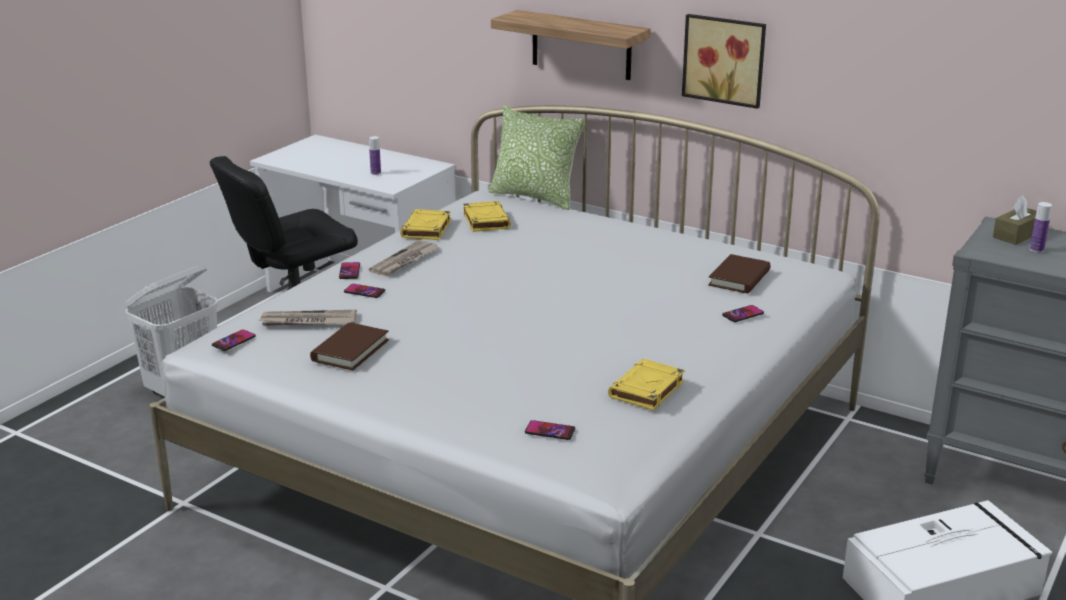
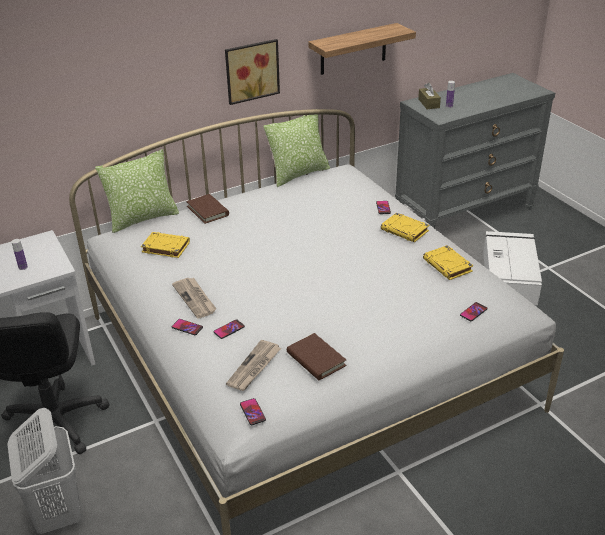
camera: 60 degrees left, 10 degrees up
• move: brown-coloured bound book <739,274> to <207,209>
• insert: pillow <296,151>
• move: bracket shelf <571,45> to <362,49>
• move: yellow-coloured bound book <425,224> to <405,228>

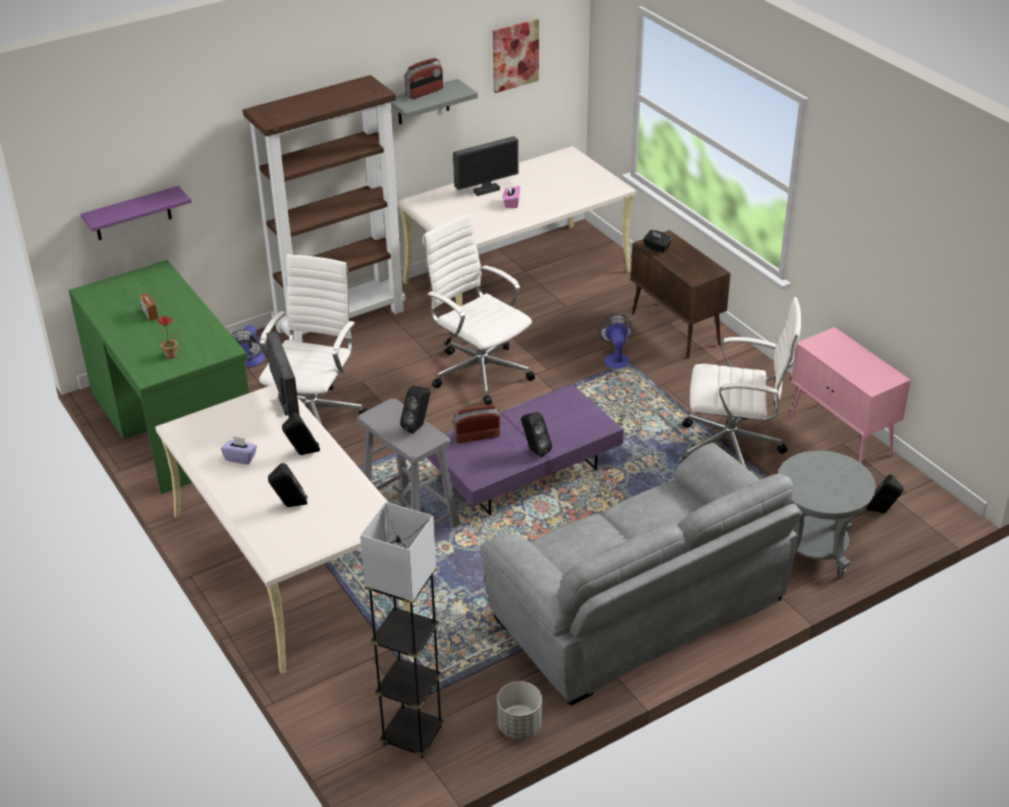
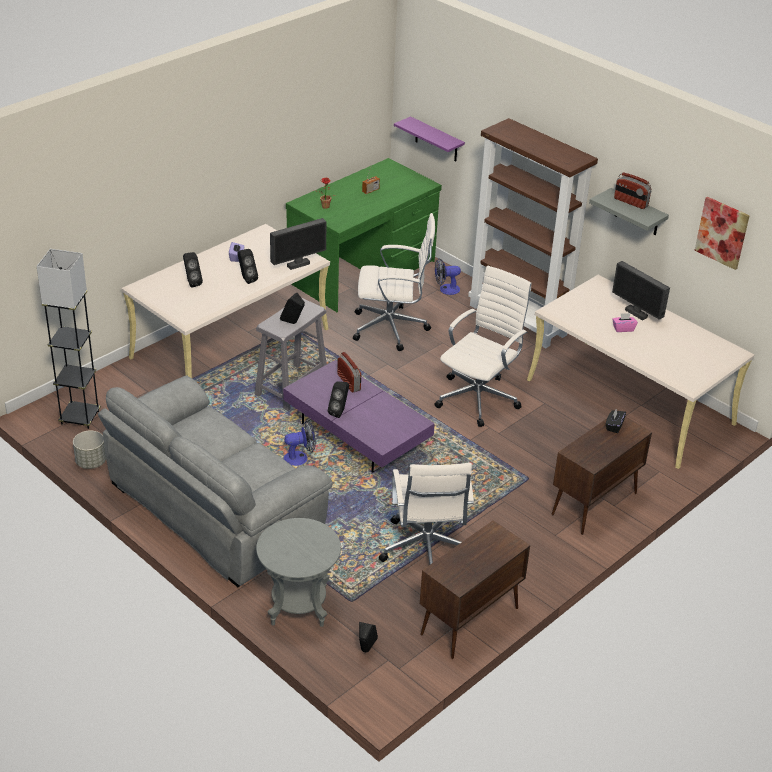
camera: 75 degrees right, 0 degrees up
• move: fan <616,341> to <300,443>
• recolor: pink storage cabinet <850,395> to brown-coloured storage cabinet <475,589>

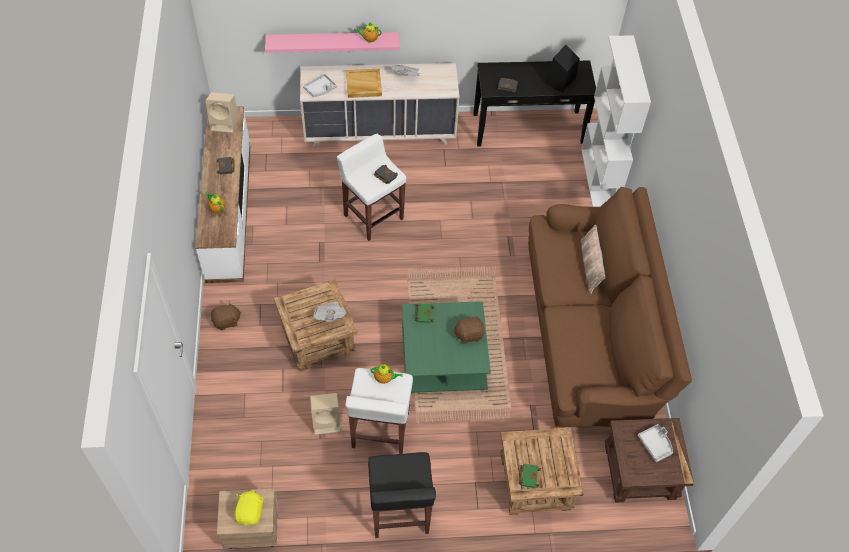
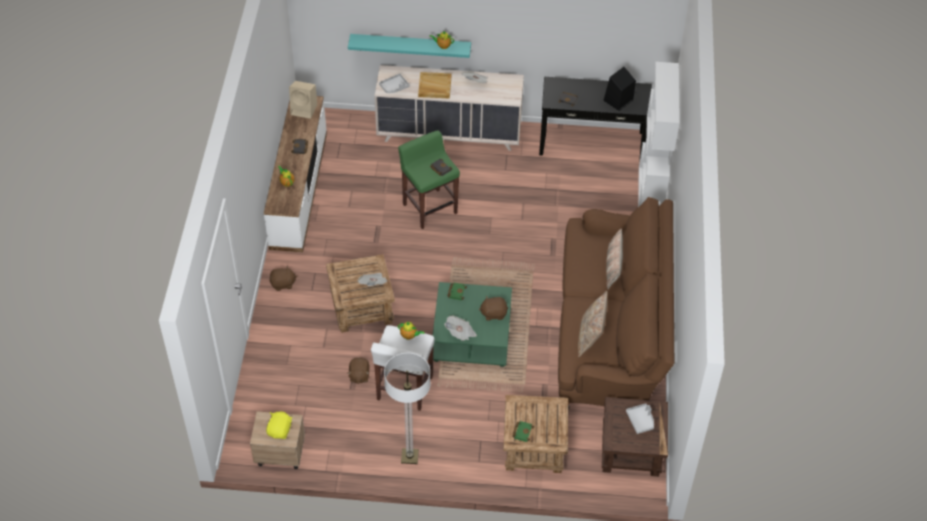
camera: 10 degrees right, 5 degrees down
• recolor: pink bracket shelf <332,42> to blue-green bracket shelf <409,46>
• replace: beige-coloured audio speaker <325,414> to brown-coloured plush toy <359,371>
• replace: blackish stool seat <402,495> to standard lamp <407,408>
• recolor: whitish stool seat <371,187> to green-coloured stool seat <429,179>
• insert: printed paper <460,328>
• insert: beige-coloured pillow <592,324>

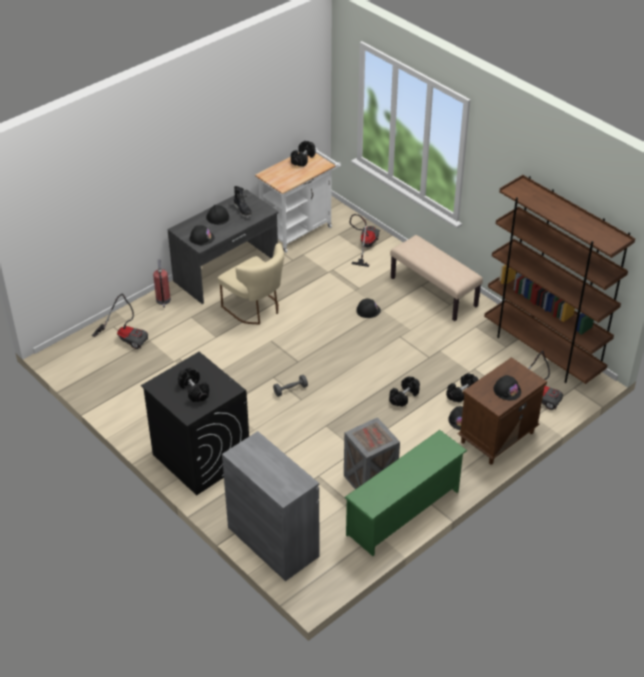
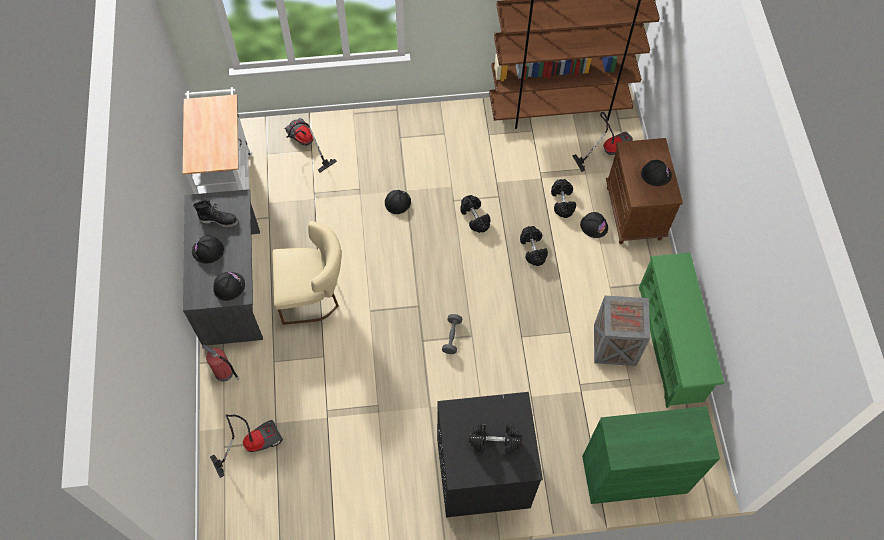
camera: 55 degrees left, 20 degrees up
• move: blackish free weight <303,154> to <475,214>
• recolor: greyish storage cabinet <270,506> to green-coloured storage cabinet <651,455>
• delete: beige-coloured bench <436,278>

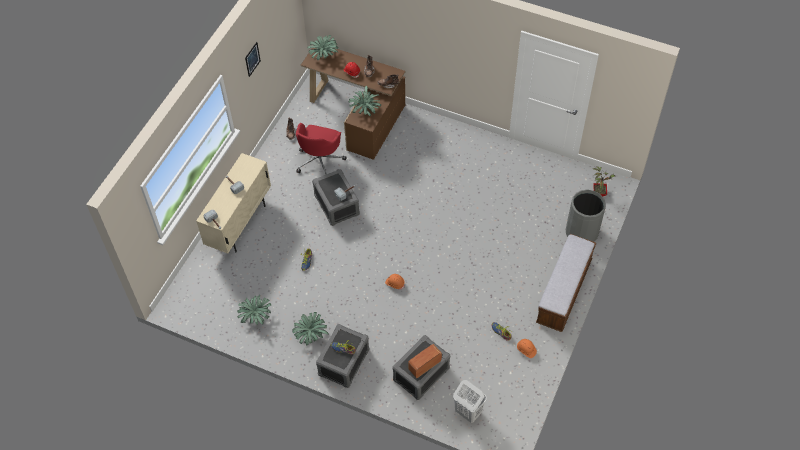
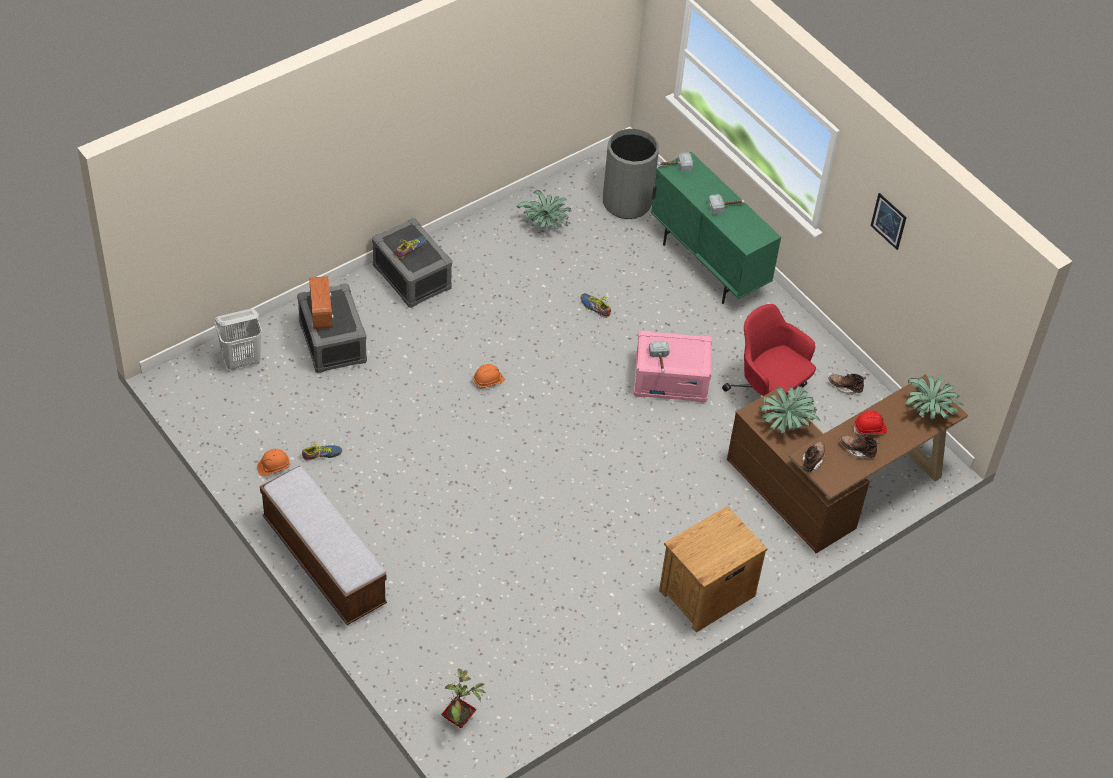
camera: 115 degrees right, 5 degrees down
• move: greyish waste bin <586,216> to <631,174>
• recolor: greyish storage box <336,197> to pink storage box <672,366>
• recolor: beige-coloured storage cabinet <233,203> to green-coloured storage cabinet <716,228>
• insert: brown-coloured night table <713,569>
• delete: plant in a pot <310,329>

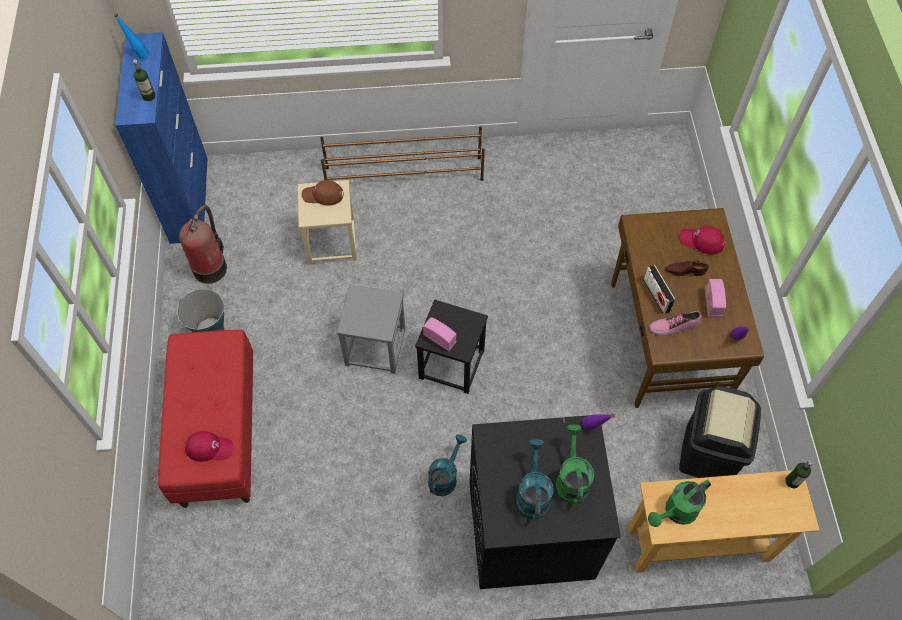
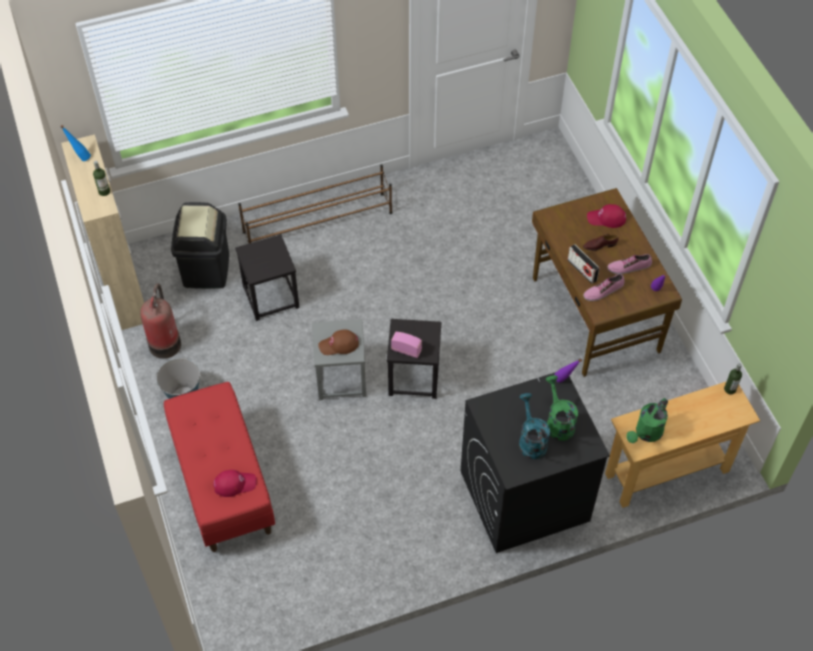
camera: 15 degrees left, 5 degrees down
• recolor: blue storage cabinet <161,138> to beige-coloured storage cabinet <102,232>
• move: blackish waste bin <720,432> to <200,245>
• recolor: beige-coloured stool seat <327,222> to blackish stool seat <267,277>
• move: brown-coloured cap <323,193> to <338,342>
• replace: radio receiver <715,298> to low shoe <629,264>
• delete: blue-green watering can <447,465>

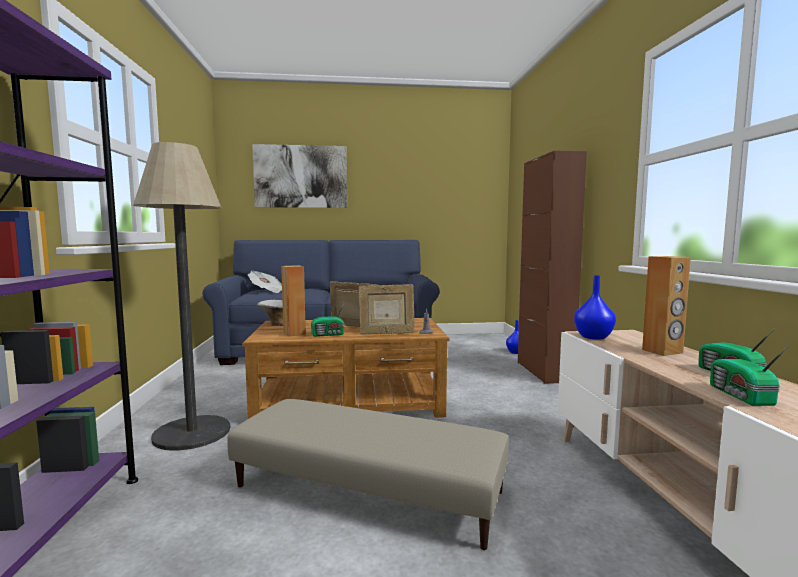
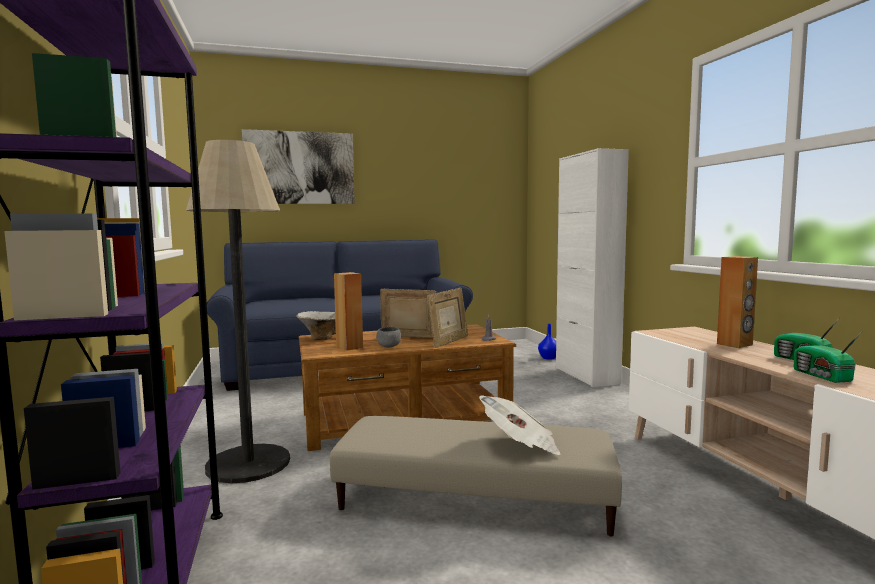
camera: 10 degrees left, 0 degrees up
• replace: radio receiver <328,320> to greyish serving bowl <388,337>
• rotate: photo frame <387,309> = <447,318> 45 degrees counterclockwise
• move: printed paper <265,282> to <520,425>
• recolor: brown-coloured storage cabinet <552,267> to whitish storage cabinet <592,267>
• delete: blue vase <595,307>

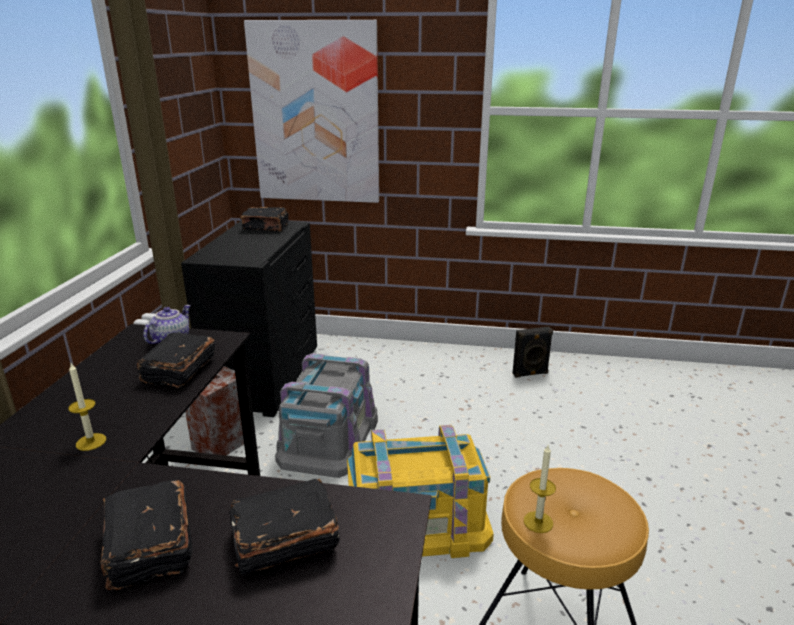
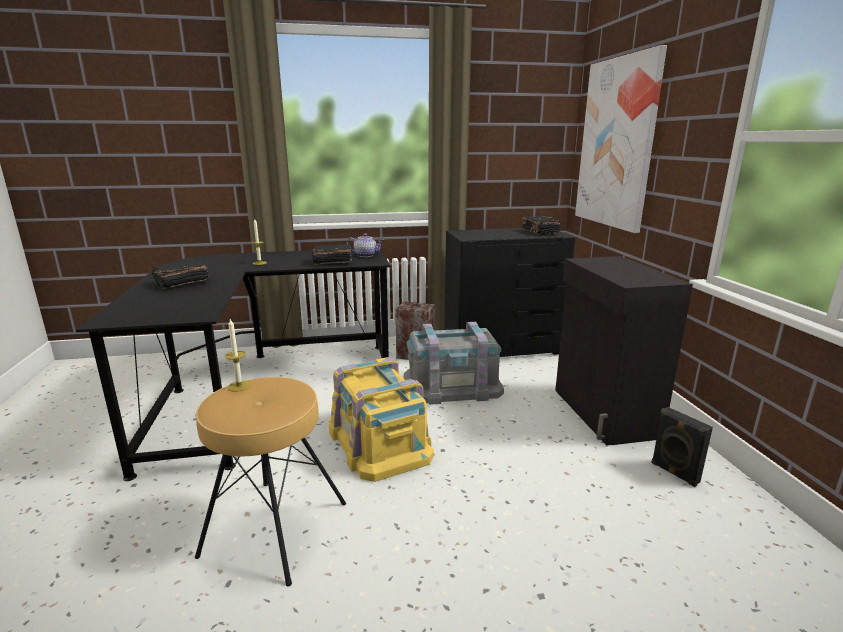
camera: 70 degrees right, 5 degrees down
• insert: blackish storage cabinet <624,351>
• delete: blackish bound book <284,527>

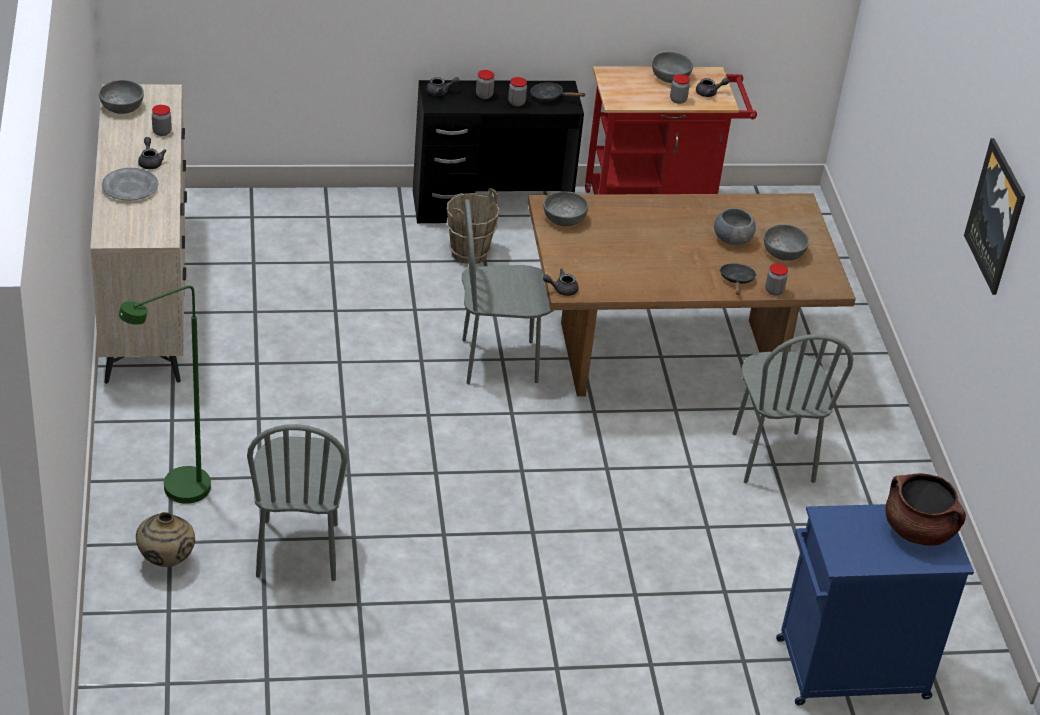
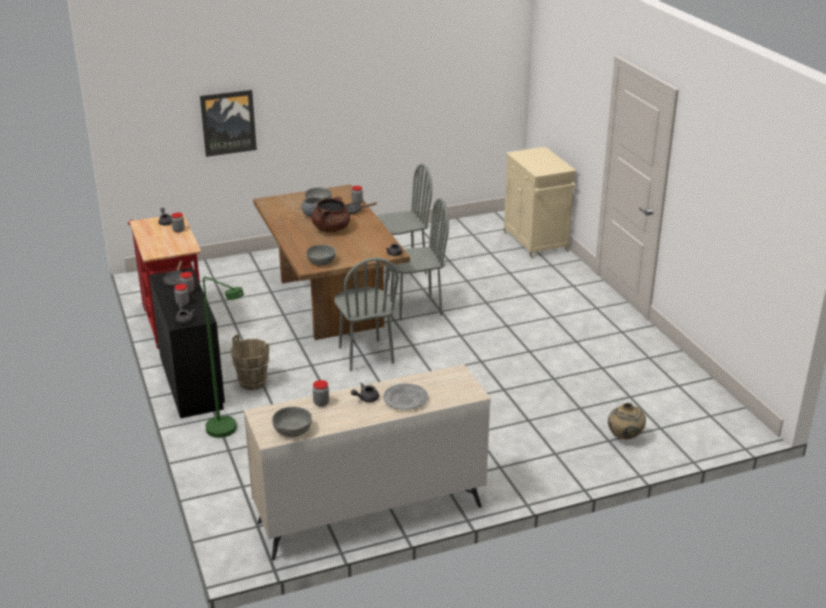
camera: 100 degrees left, 10 degrees down
• move: wall picture <994,216> to <228,123>
• move: green-coloured standard lamp <165,395> to <223,357>
• move: brown-coloured cooking pot <925,509> to <331,215>
• move: greyish plain chair <297,502> to <419,259>
• recolor: blue storage cabinet <875,604> to beige-coloured storage cabinet <540,202>
• delete: greyish serving bowl <672,67>

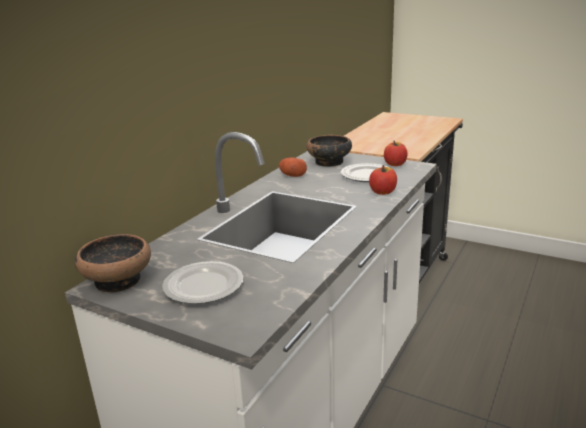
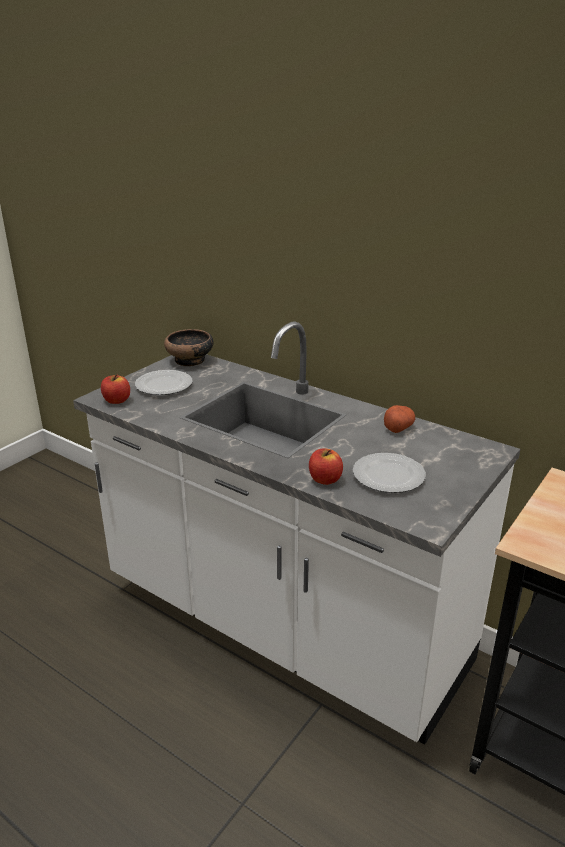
camera: 95 degrees right, 5 degrees up
• move: whole apple <396,153> to <115,389>
• delete: serving bowl <329,151>

